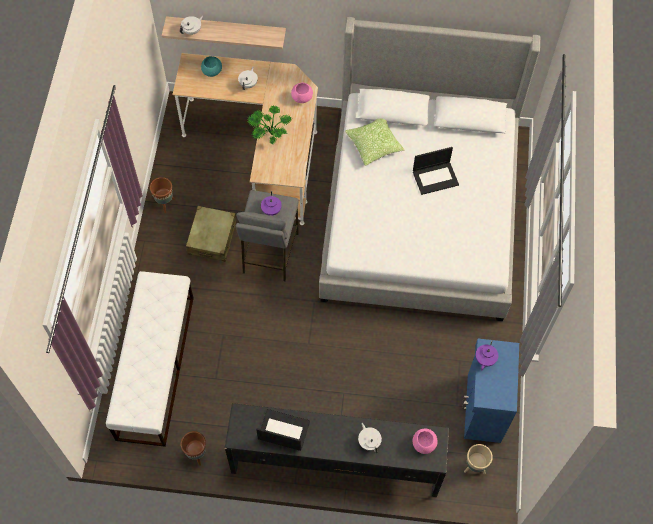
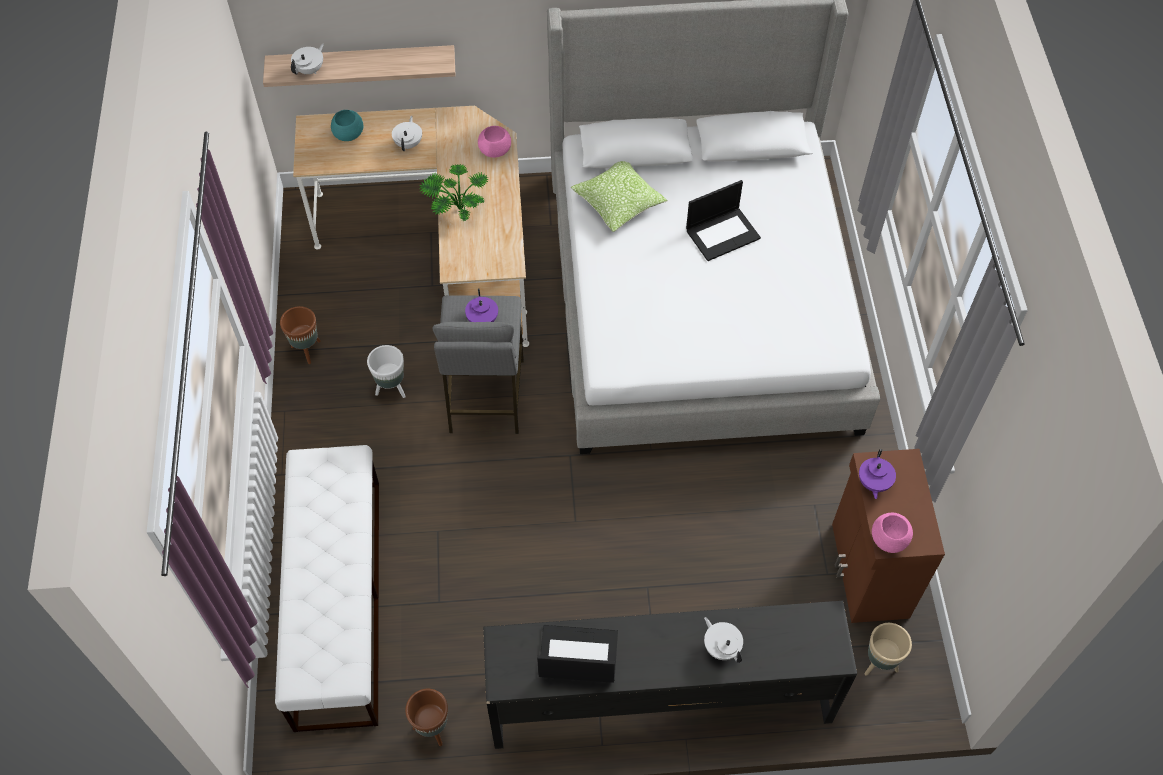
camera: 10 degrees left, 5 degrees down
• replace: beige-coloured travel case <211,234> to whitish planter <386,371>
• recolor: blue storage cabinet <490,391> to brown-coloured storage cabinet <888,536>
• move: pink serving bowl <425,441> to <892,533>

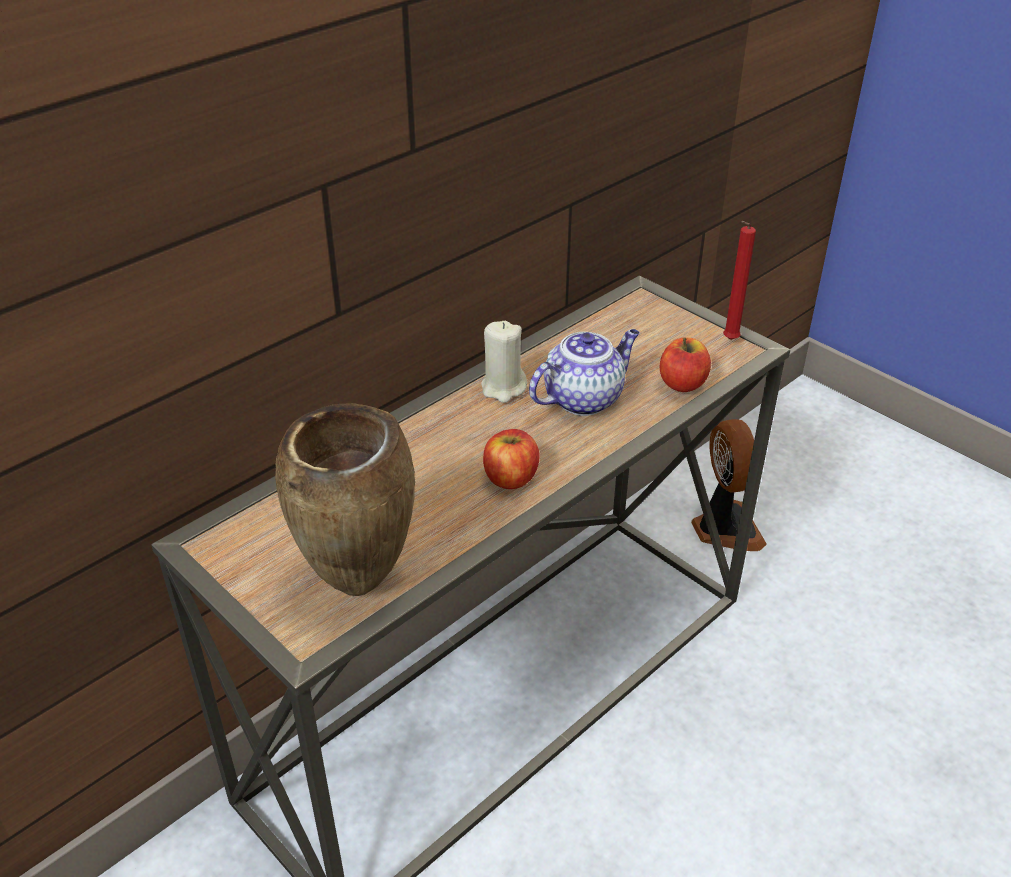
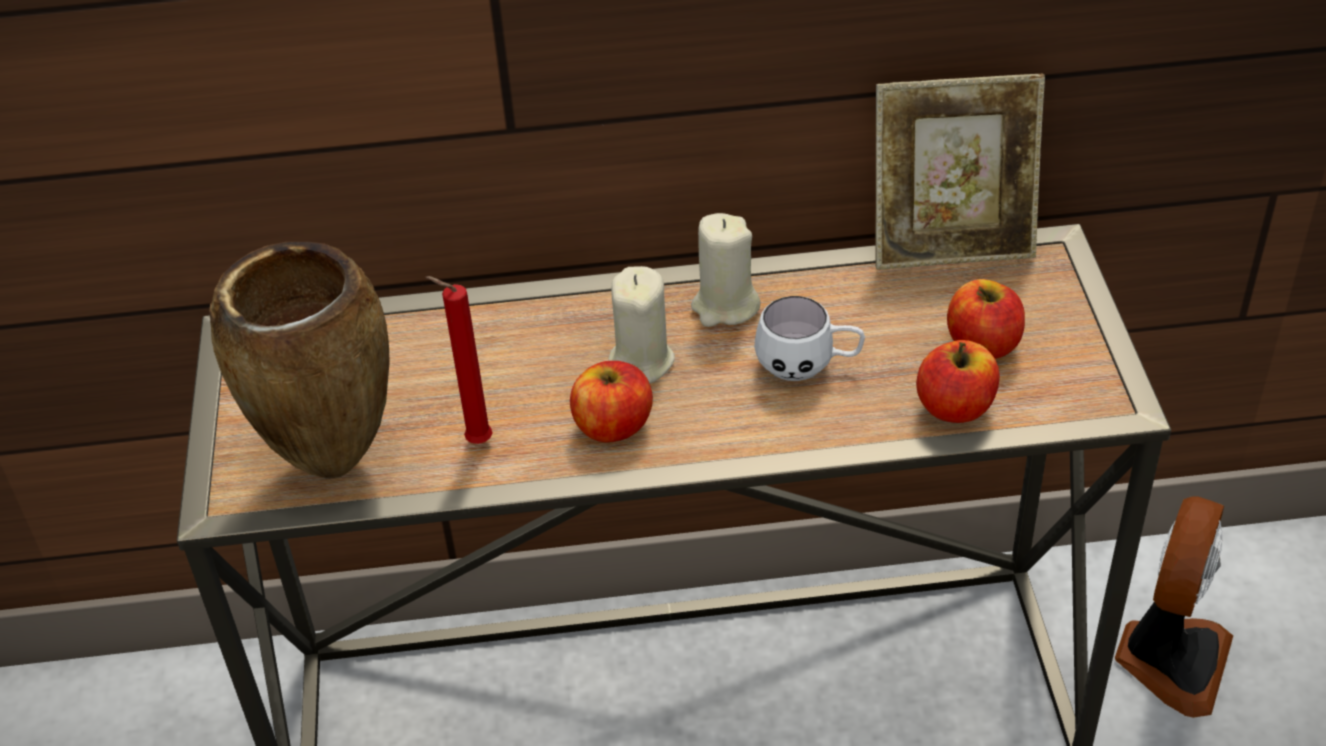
camera: 40 degrees right, 5 degrees up
• move: reddish wax candle <739,280> to <459,360>
• insert: beige-coloured wax candle <641,324>
• replace: teapot <584,372> to whitish mug <809,338>
• insert: photo frame <960,172>
• insert: whole apple <986,319>

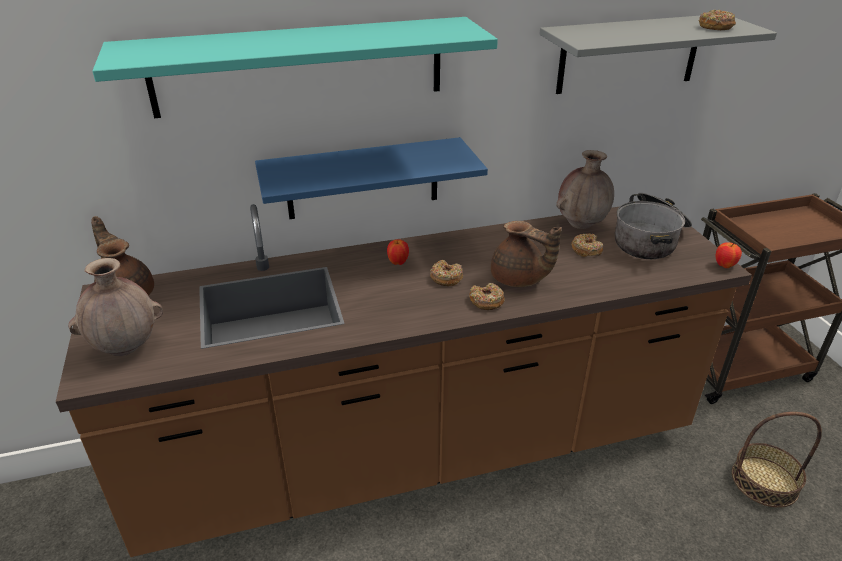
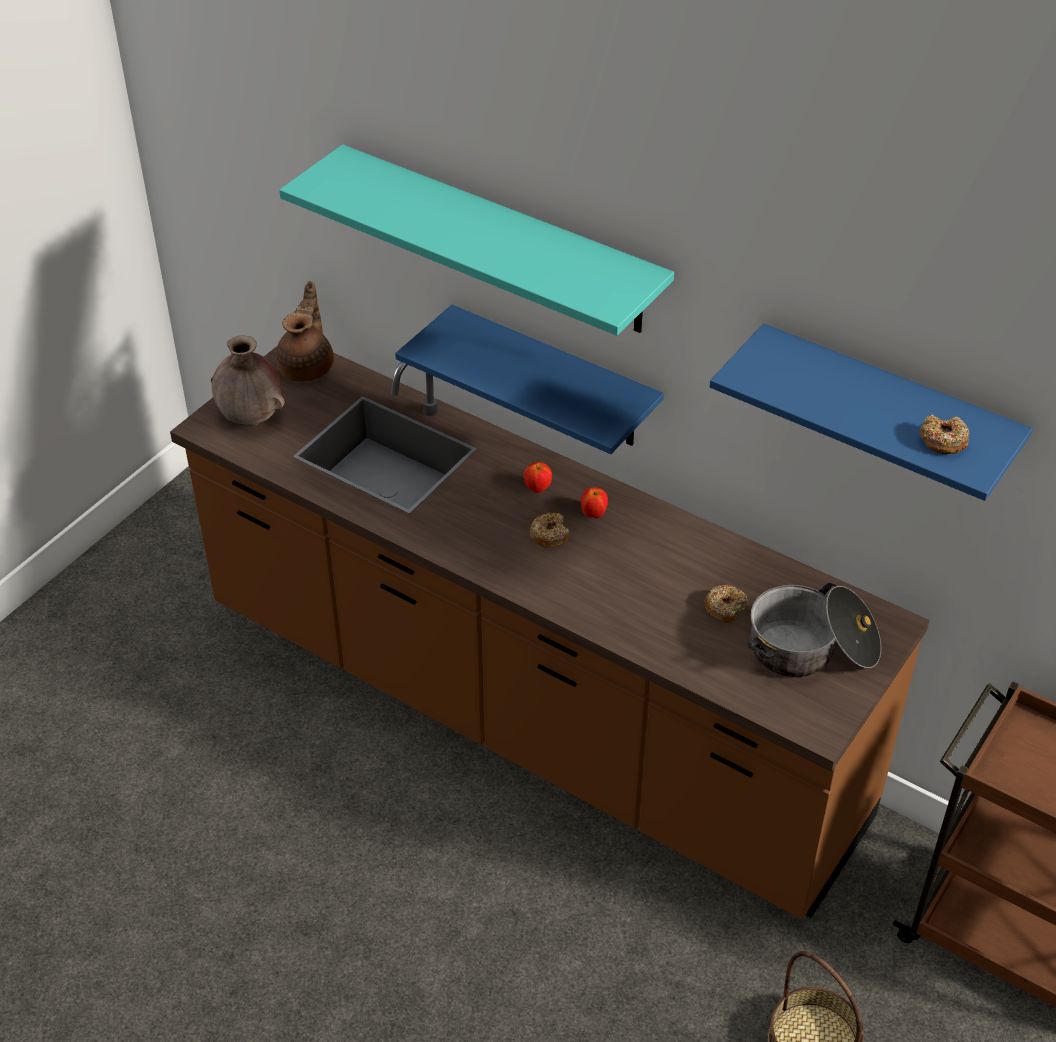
camera: 50 degrees right, 10 degrees up
• move: whole apple <729,255> to <594,502>
• recolor: greyish bracket shelf <658,55> to blue bracket shelf <871,412>
• delete: donut <487,296>
• delete: brown-coloured teapot <526,254>
• delete: brown-coloured vase <585,189>

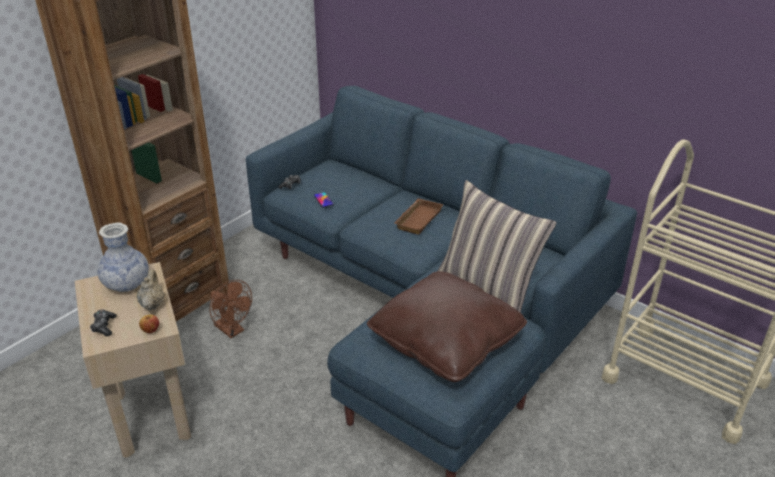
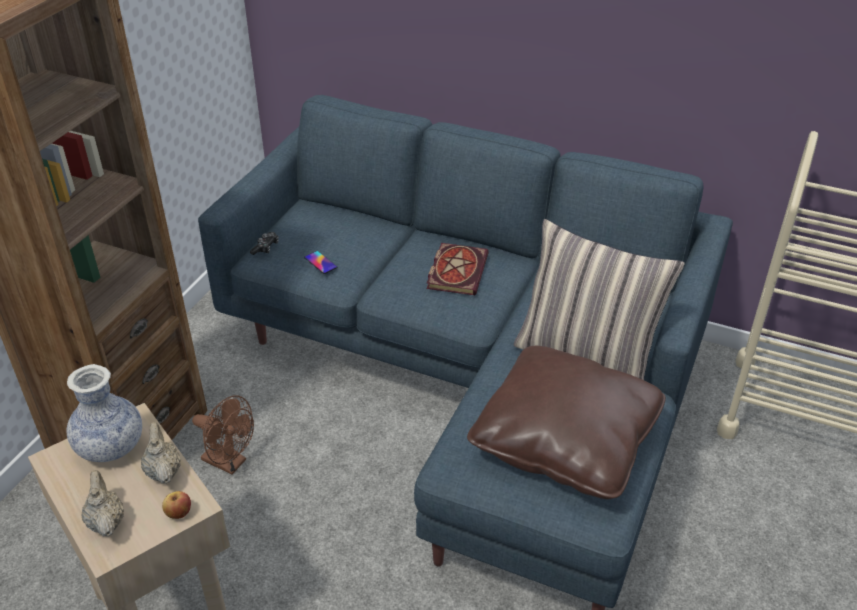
camera: 15 degrees left, 5 degrees up
• replace: joypad <103,323> to beige-coloured teapot <103,503>
• replace: brown-coloured carrying tray <419,216> to bound book <458,269>

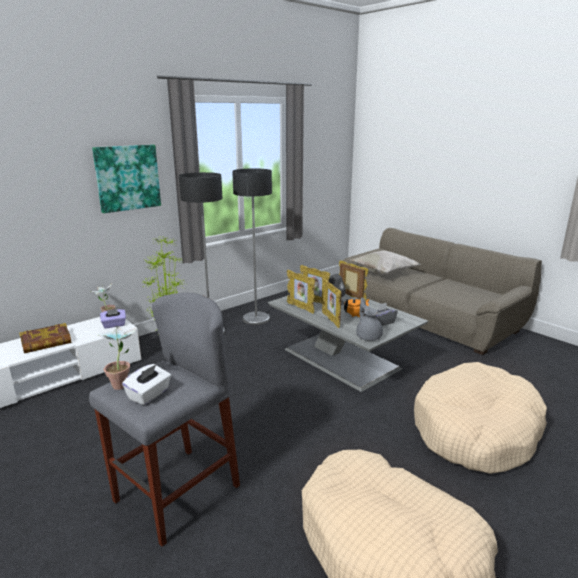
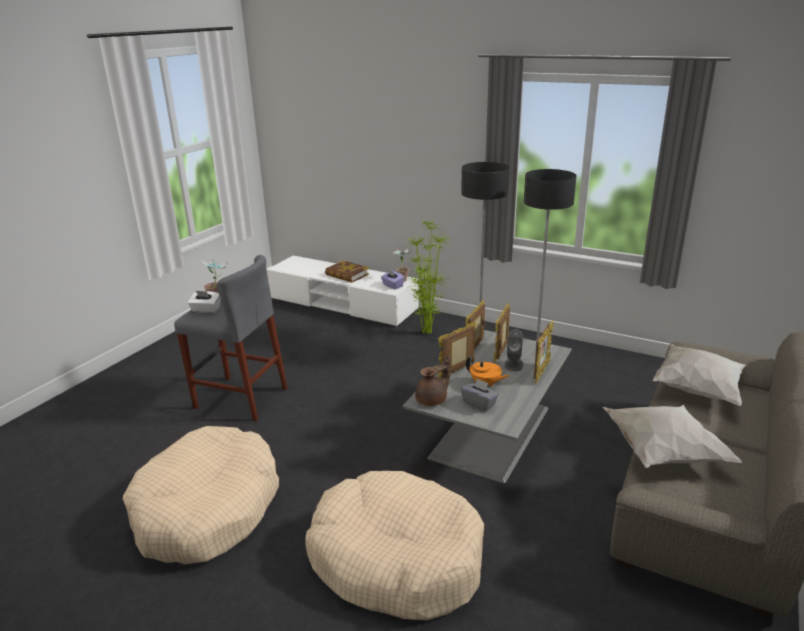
camera: 70 degrees right, 5 degrees up
• recolor: greyish teapot <369,319> to brown-coloured teapot <432,381>
• insert: whitish pillow <673,436>
• delete: wall picture <126,179>

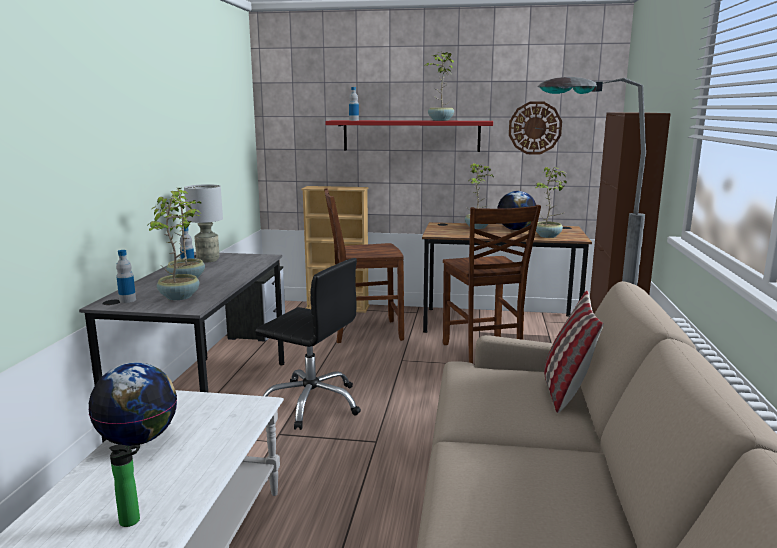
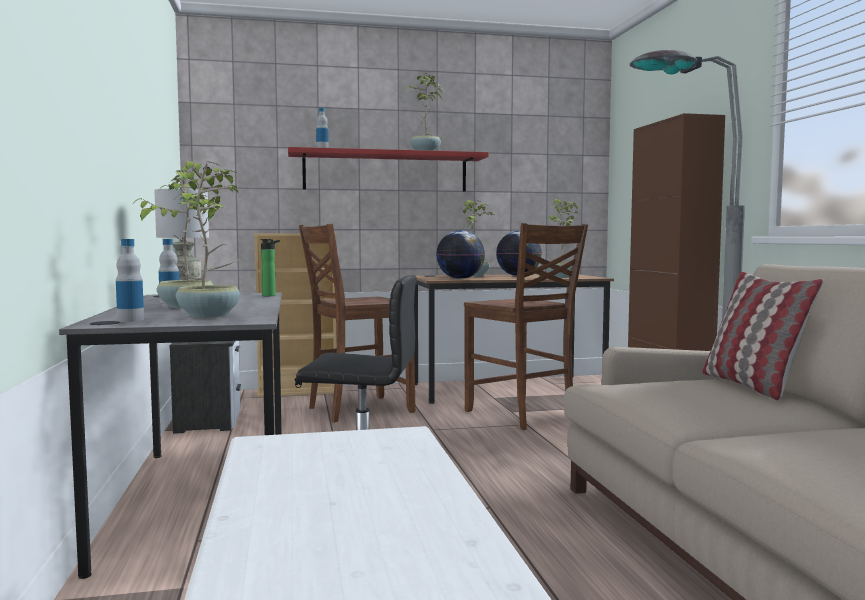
camera: 20 degrees left, 10 degrees down
• move: beverage bottle <124,485> to <270,268>
• move: globe <132,404> to <460,254>
• delete: hanging clock <535,127>

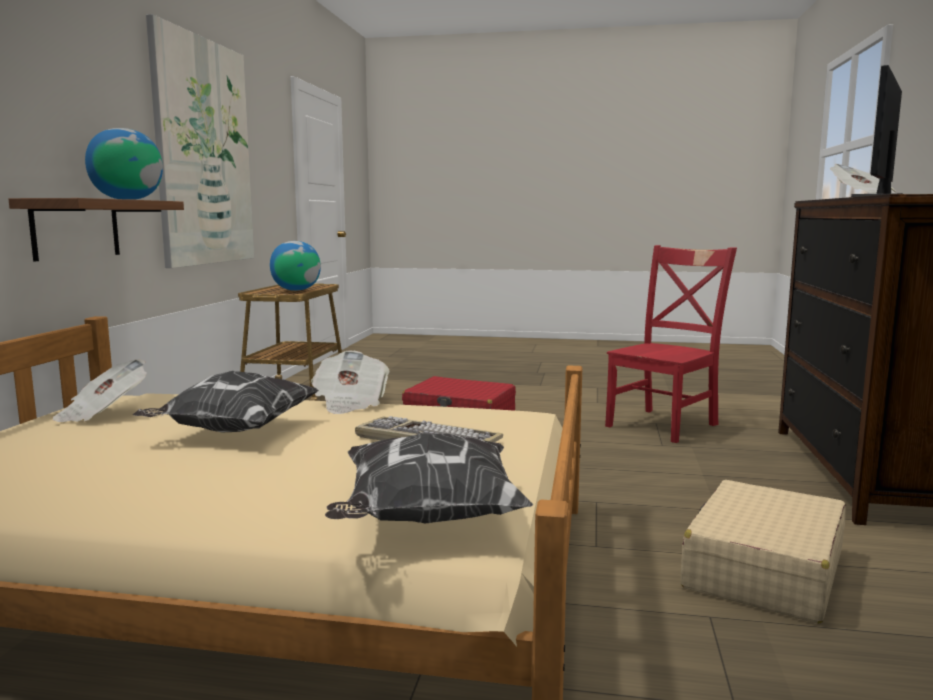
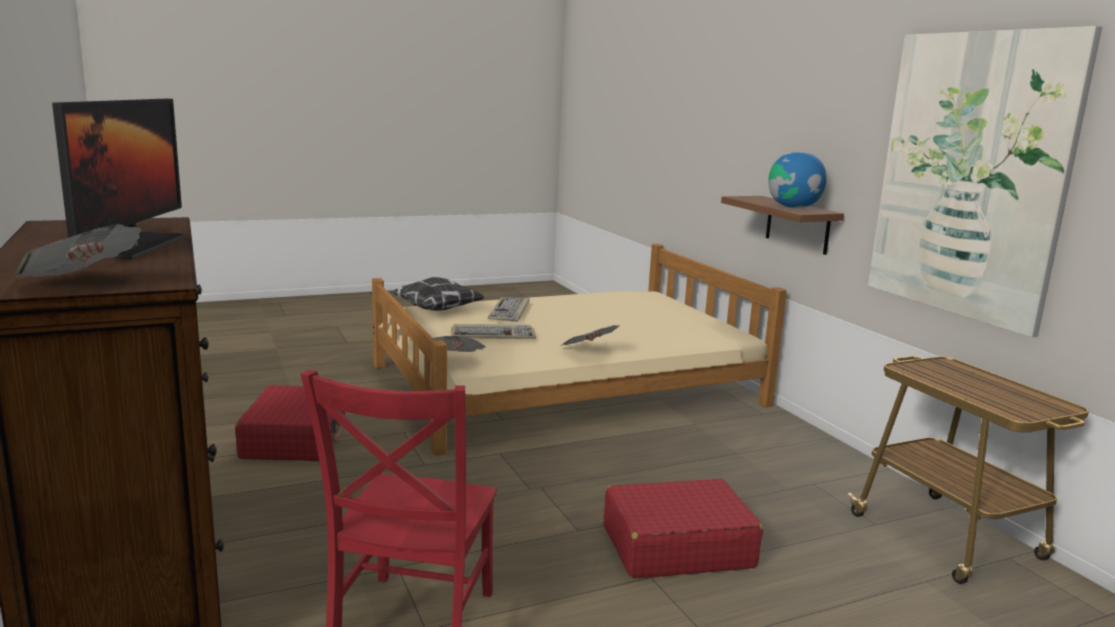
camera: 145 degrees right, 5 degrees up
• recolor: beige-coloured travel case <763,552> to reddish travel case <290,423>
• move: printed paper <100,390> to <455,344>
• insert: PC keyboard <509,309>
• delete: pillow <226,402>
• delete: globe <295,266>

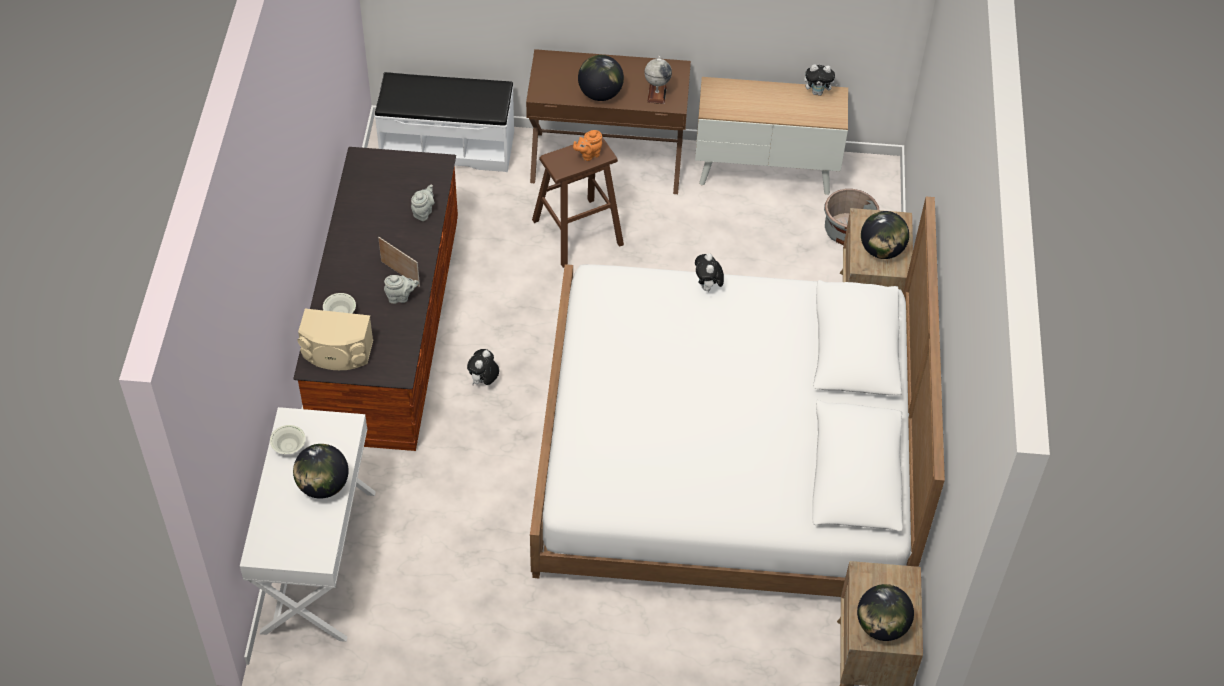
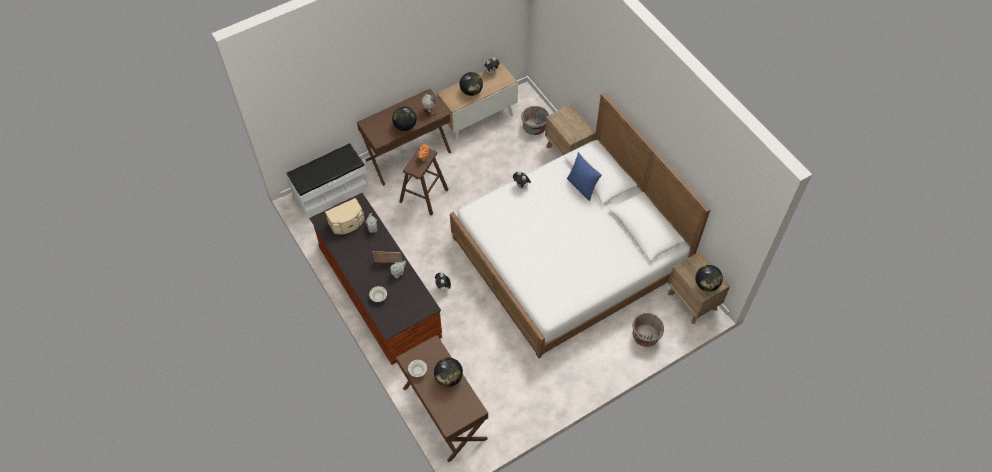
camera: 35 degrees left, 5 degrees up
• move: beige-coloured audio speaker <335,339> to <344,216>
• recolor: whitish desk table <308,524> to brown-coloured desk table <442,399>
• move: globe <885,235> to <471,84>
• insert: blue pillow <584,176>
• insert: greyish planter <648,330>

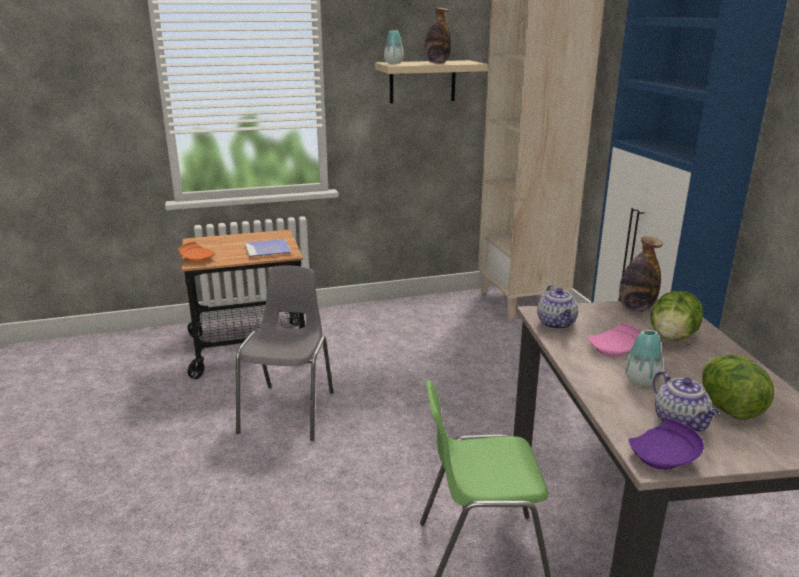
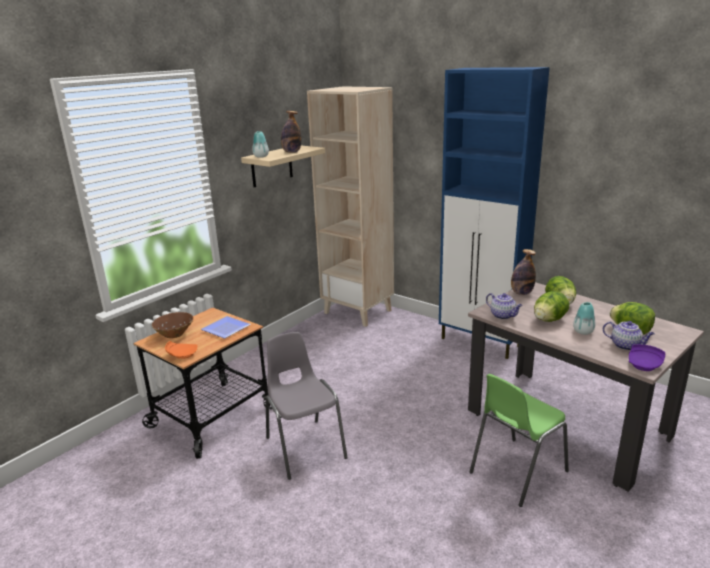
camera: 35 degrees left, 0 degrees up
• insert: brown-coloured serving bowl <172,325>
• replace: pink dinner plate <615,340> to lettuce head <551,306>

